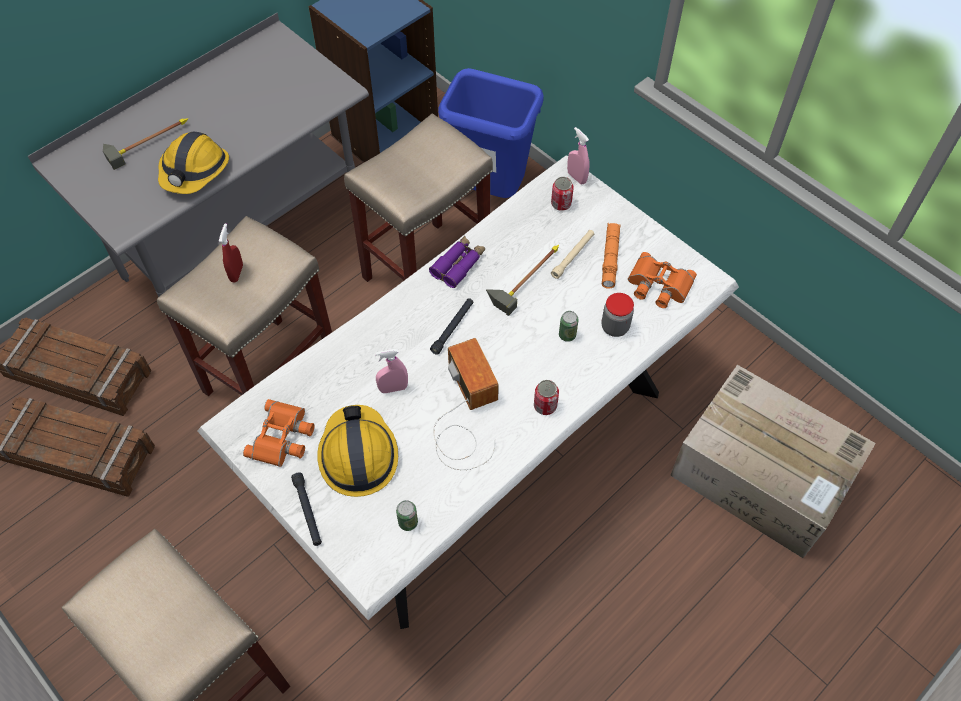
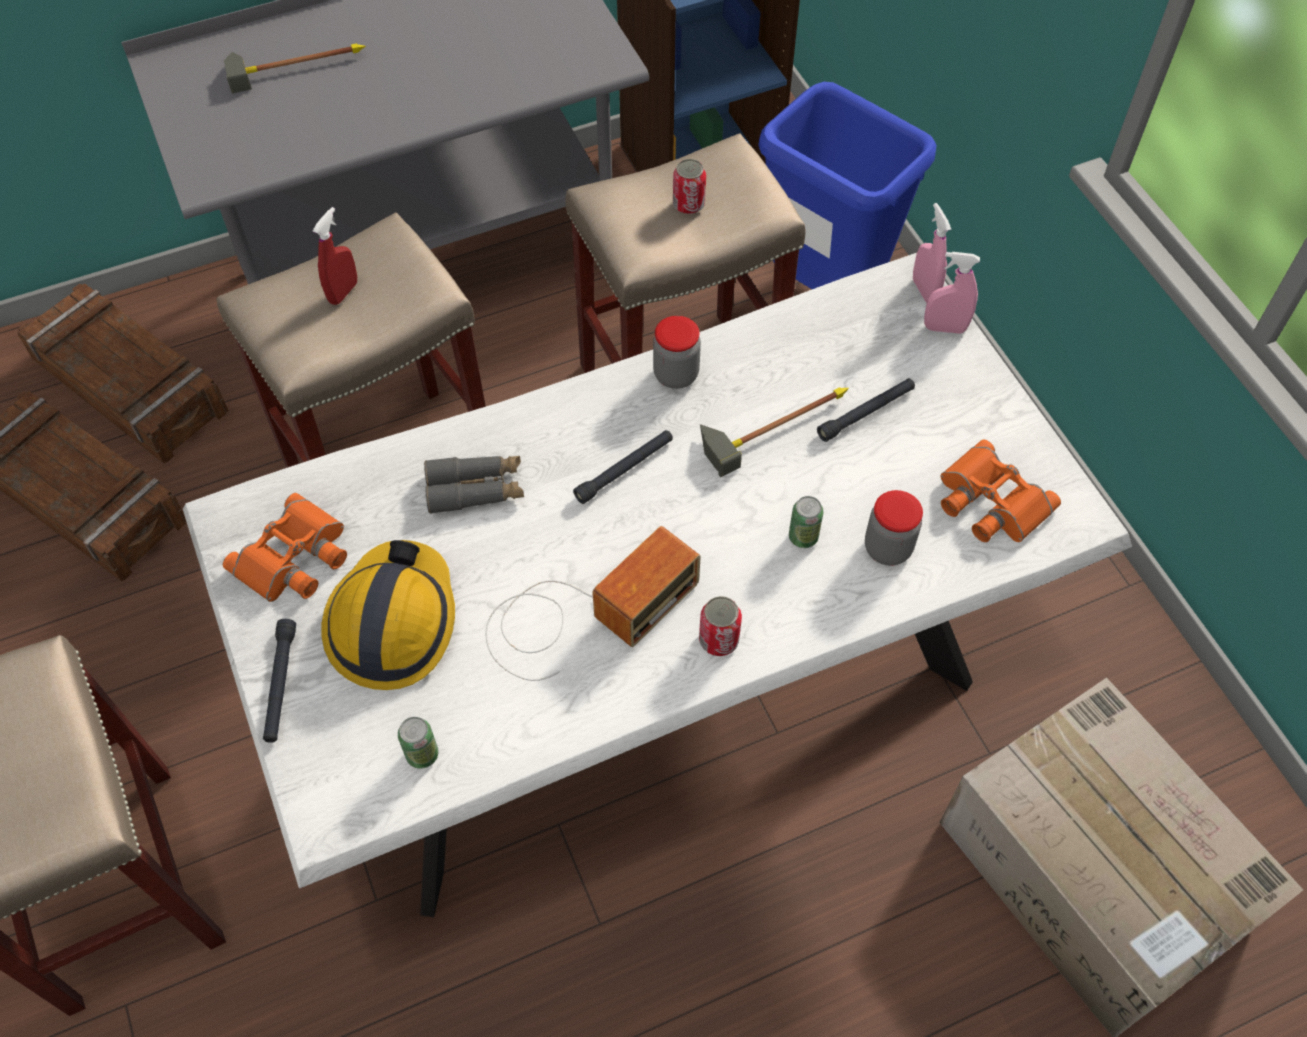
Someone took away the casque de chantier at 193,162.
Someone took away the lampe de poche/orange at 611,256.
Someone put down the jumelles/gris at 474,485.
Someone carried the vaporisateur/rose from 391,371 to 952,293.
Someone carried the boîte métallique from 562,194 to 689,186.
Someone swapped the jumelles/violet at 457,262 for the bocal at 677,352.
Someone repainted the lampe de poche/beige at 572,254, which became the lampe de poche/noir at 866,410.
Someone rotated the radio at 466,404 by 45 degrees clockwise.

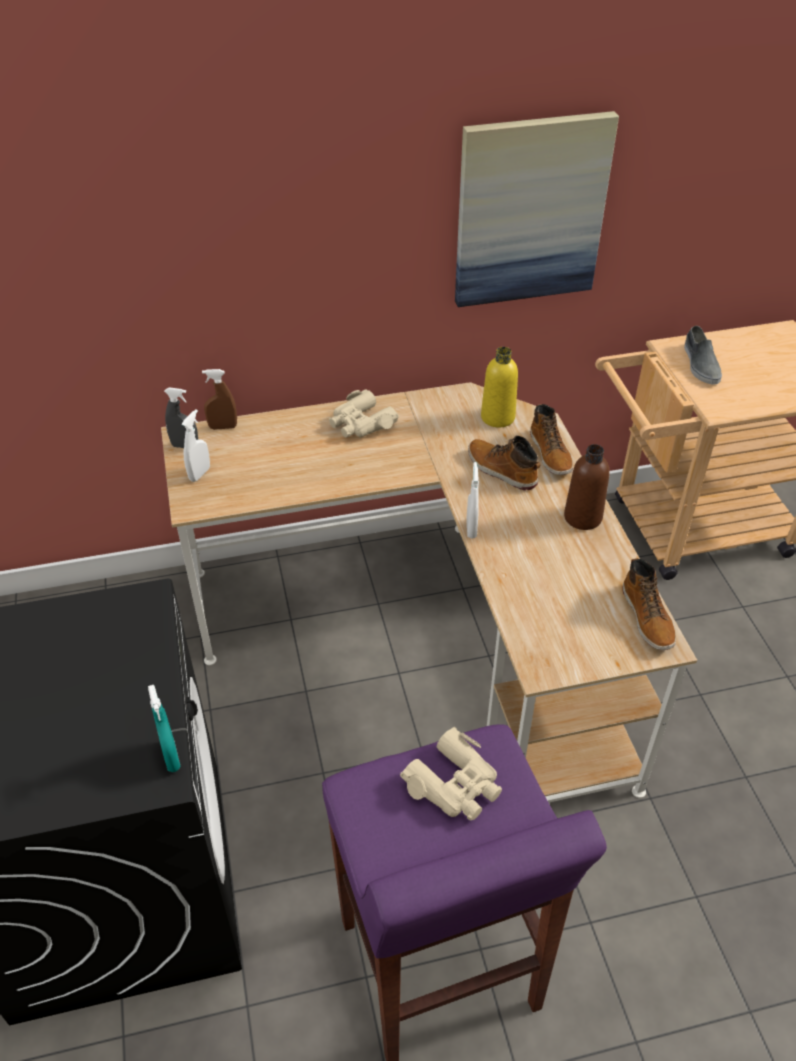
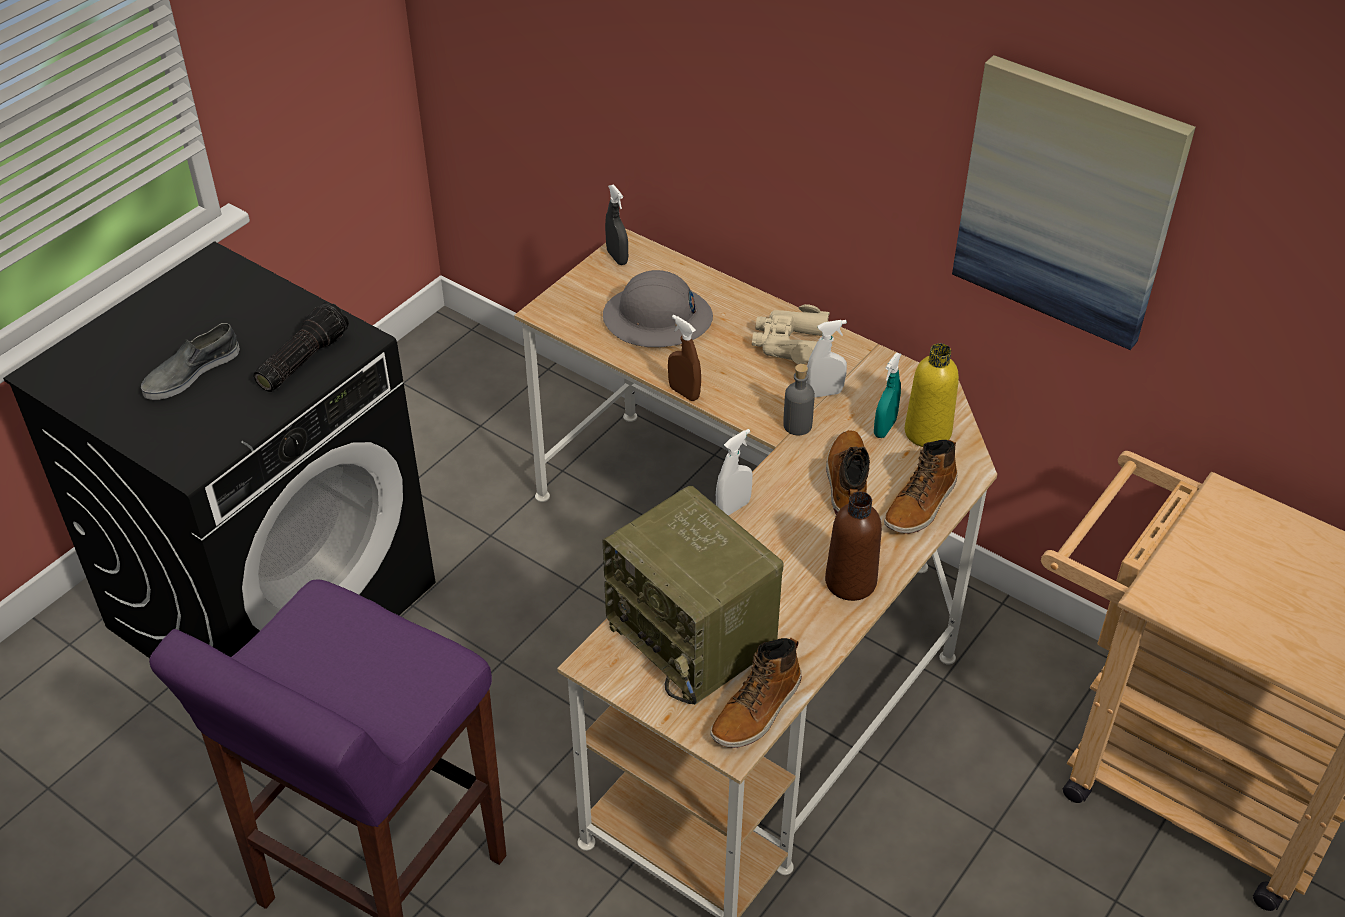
Someone took away the jumelles/beige at 451,773.
Someone put down the lampe de poche at 301,347.
Someone put down the radio at 693,595.
Someone put down the casque de chantier/gris at 658,308.
Someone put down the bouteille/gris at 799,399.
Someone carried the vaporisateur/turquoise from 164,728 to 887,395.
Someone carried the vaporisateur/blanc from 195,445 to 826,359.
Someone carried the vaporisateur/marron from 219,399 to 684,358.
Someone carried the chaussure/gris from 703,355 to 190,361.

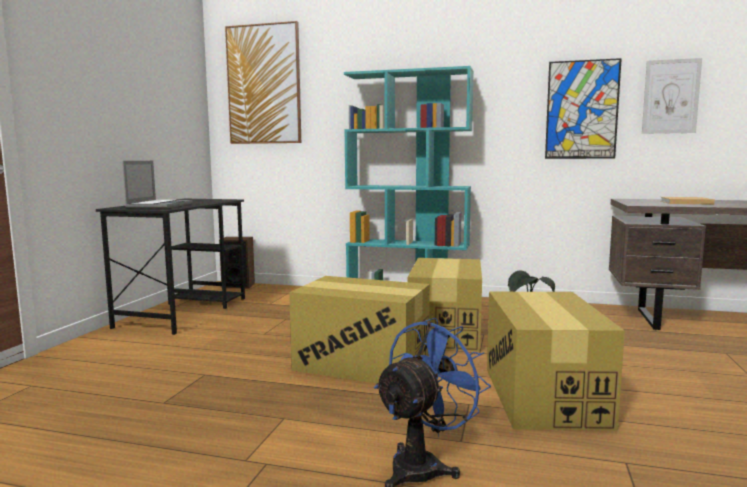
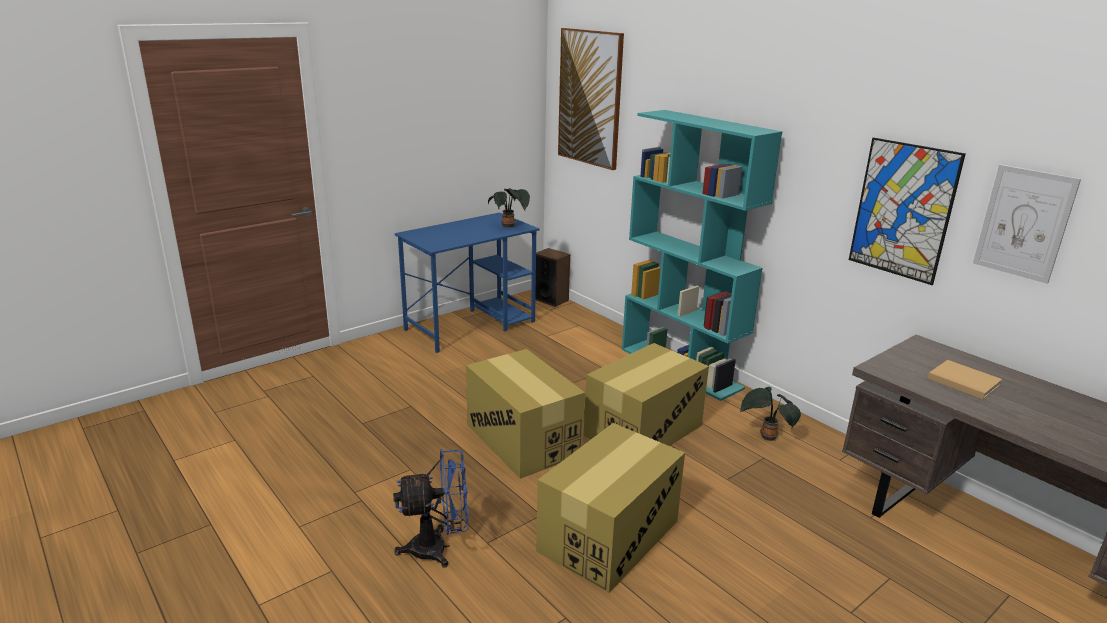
Someone took away the ordinateur portable at 157,185.
Someone put down the plante en pot at 509,208.
Someone repainted the bureau/noir at 170,267, which became the bureau/bleu at 467,282.

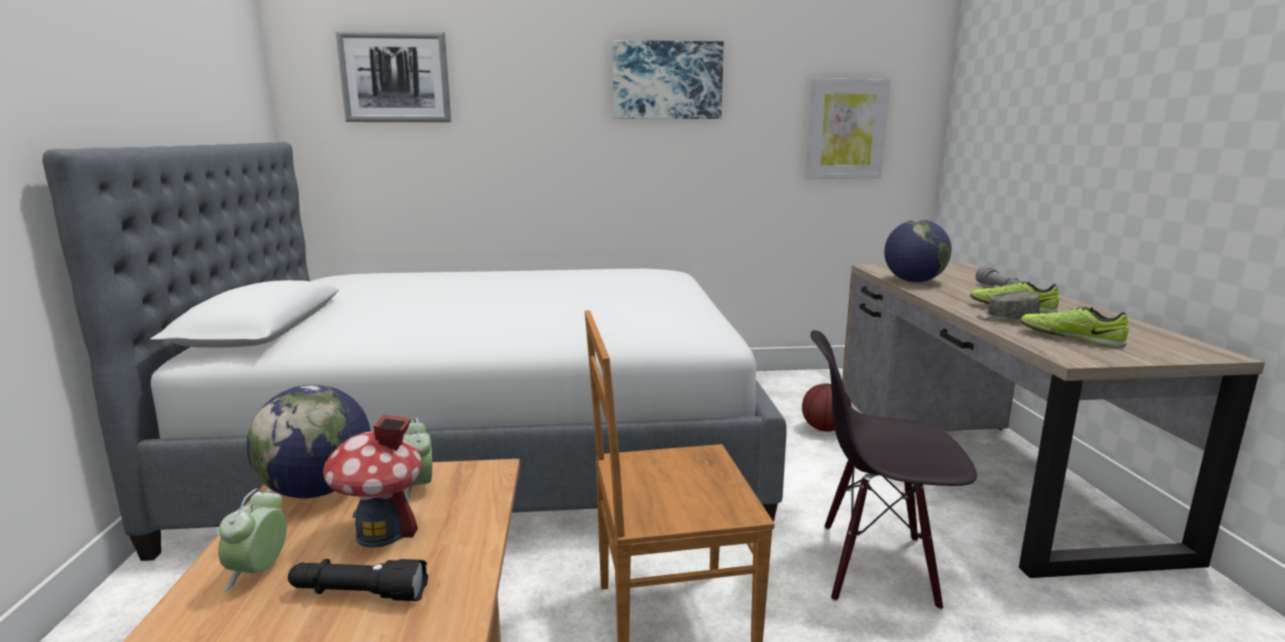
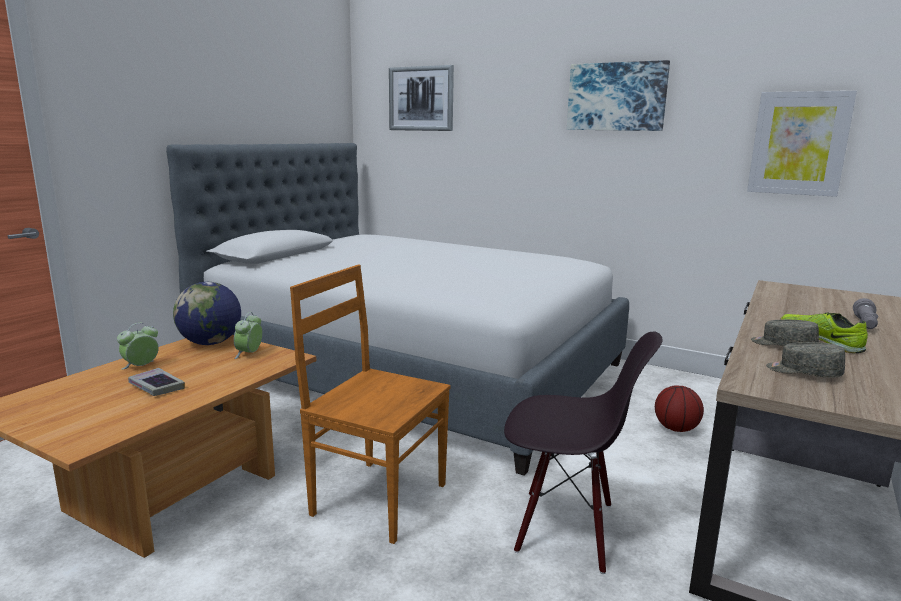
Someone took away the maison miniature at 372,481.
Someone took away the globe at 918,250.
Someone swapped the lampe de poche/noir at 358,580 for the livre at 156,382.
Someone swapped the chaussure at 1074,327 for the casquette/gris at 805,360.
Someone rotated the chaise/noir at 893,470 by 150 degrees clockwise.

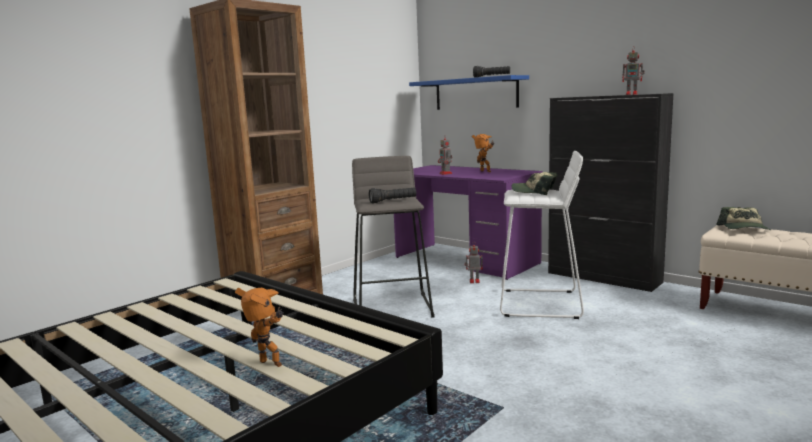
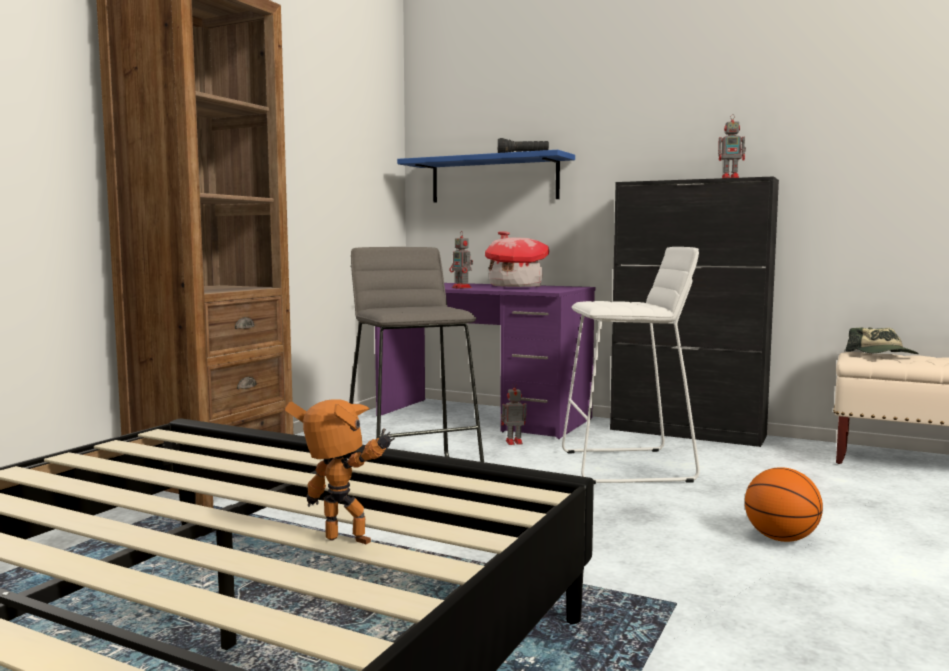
Someone took away the lampe de poche/noir at 392,195.
Someone took away the casquette at 534,183.
Someone put down the ballon de basket at 784,504.
Someone swapped the robot jouet at 483,153 for the maison miniature at 517,259.

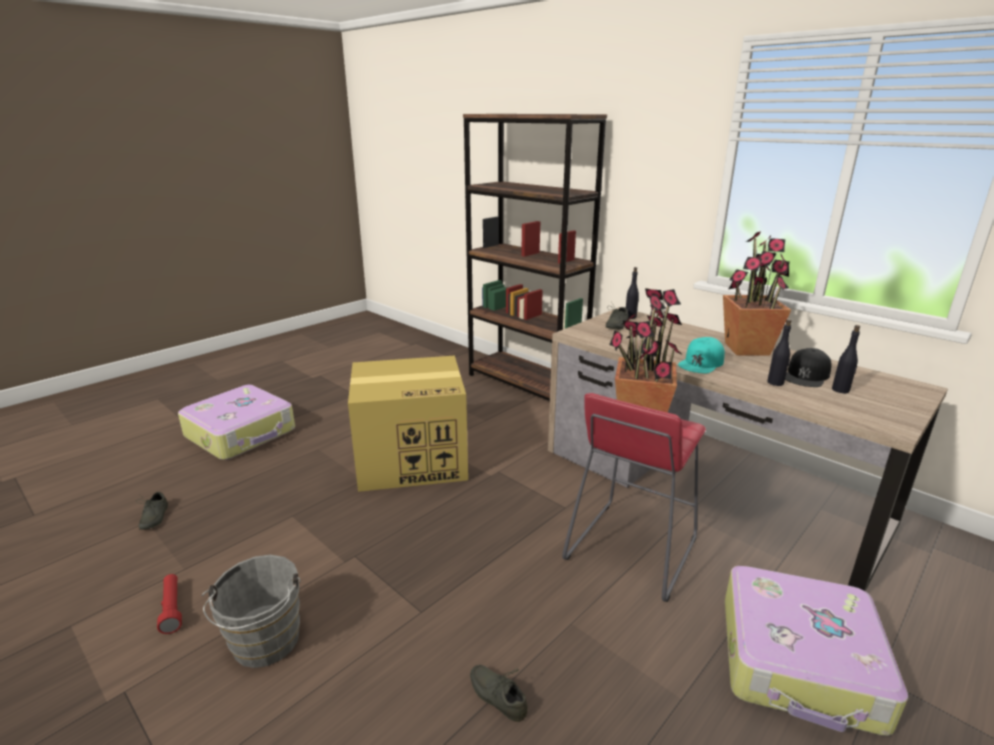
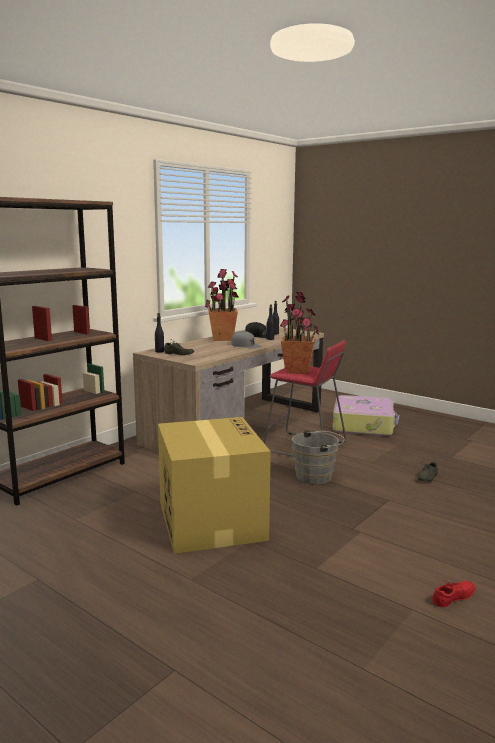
Someone took away the chaussure/gris at 152,511.
Someone took away the valise at 236,422.
Someone carried the seau/gris from 251,611 to 318,457.
Someone swapped the lampe de poche/rouge at 169,604 for the chaussure/rouge at 454,593.
Someone repainted the casquette/turquoise at 701,355, which became the casquette/gris at 246,339.

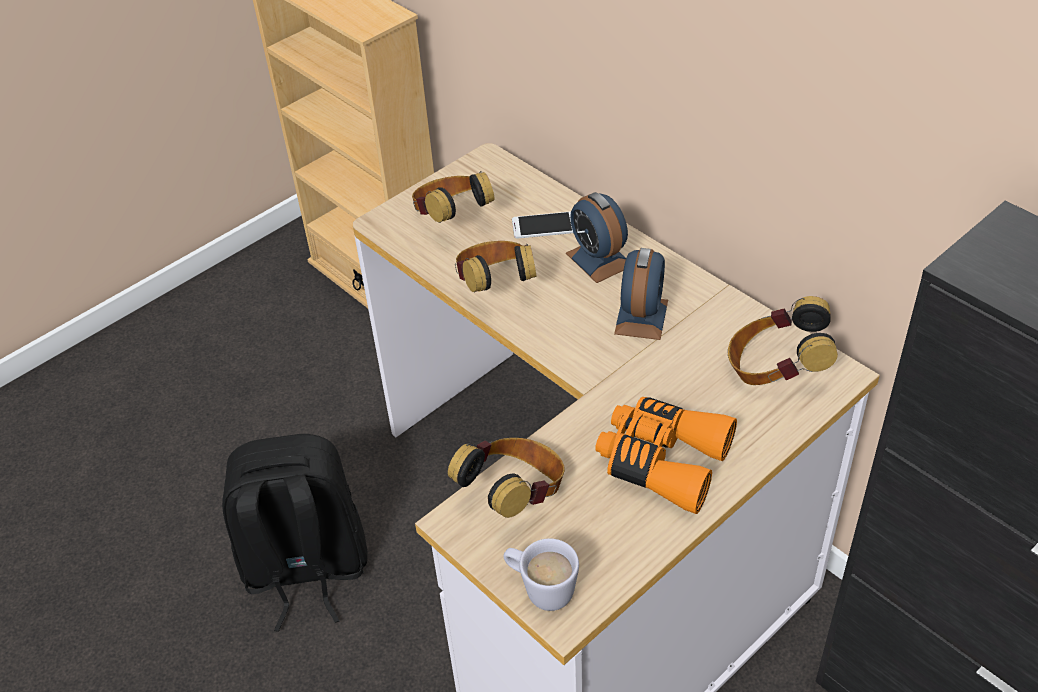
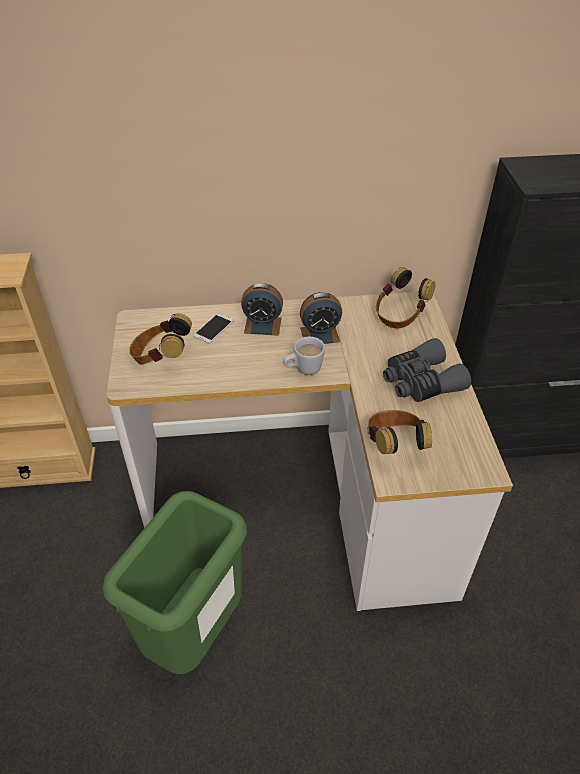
Someone took away the casque audio at 496,267.
Someone carried the mug/blanc from 541,574 to 304,356.
Someone swapped the sac à dos/noir at 295,533 for the poubelle/vert at 175,582.
Someone repainted the jumelles/orange at 666,455, which became the jumelles/gris at 427,370.
Someone rotated the réveil at 641,294 by 120 degrees clockwise.

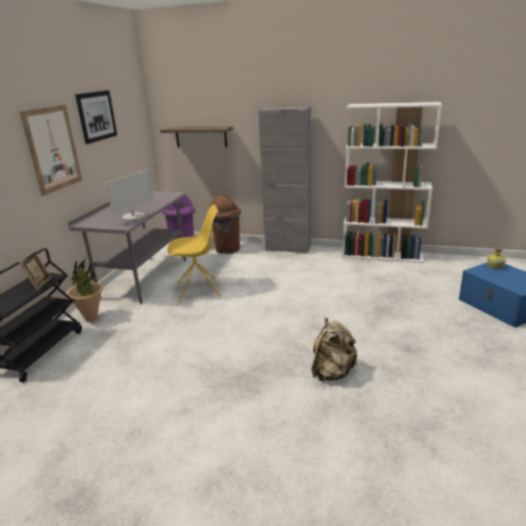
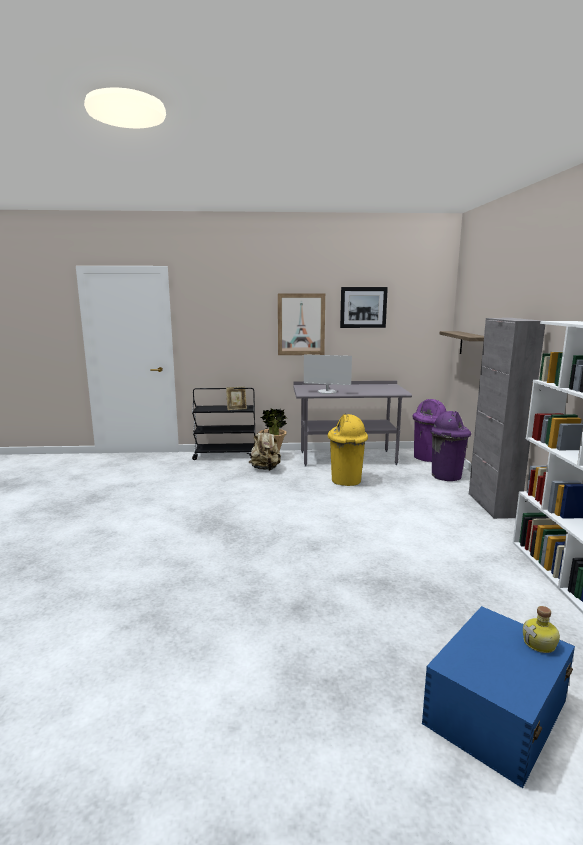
Someone carried the sac à dos/beige from 334,349 to 265,449.
Someone swapped the chaise/jaune at 194,253 for the poubelle/jaune at 348,450.
Someone repainted the poubelle/marron at 225,224, which became the poubelle/violet at 450,446.

